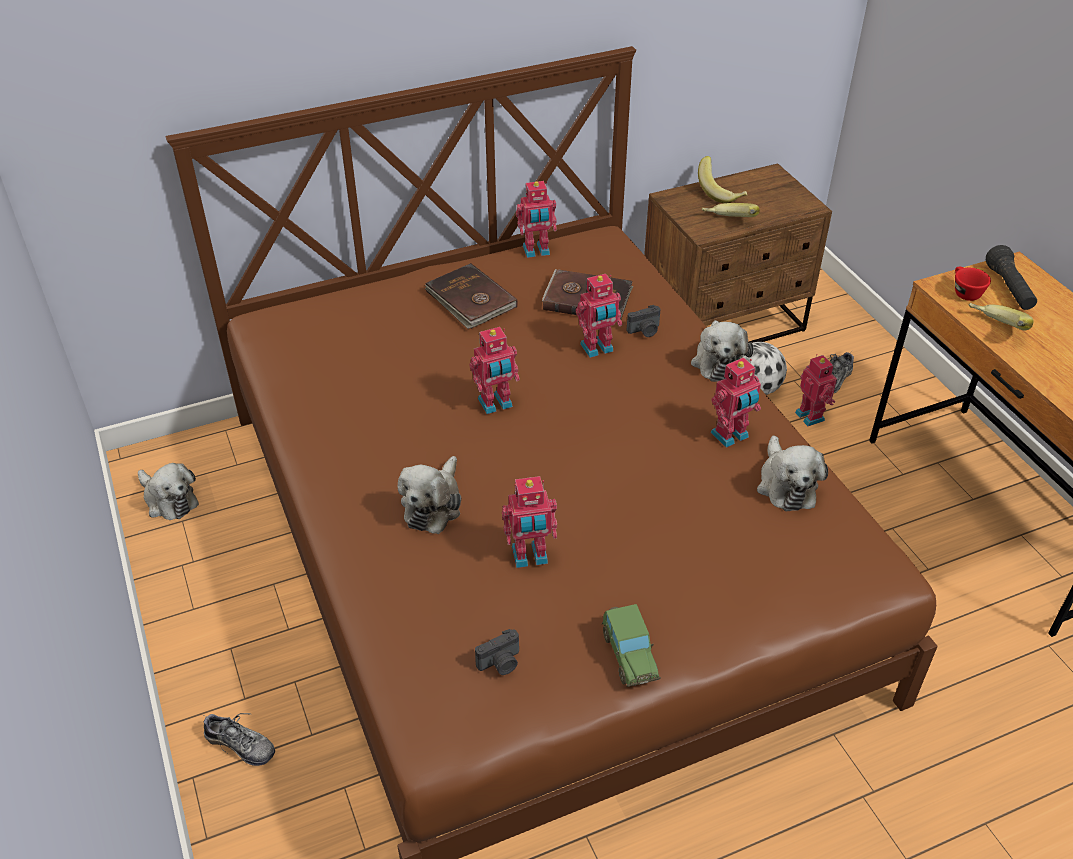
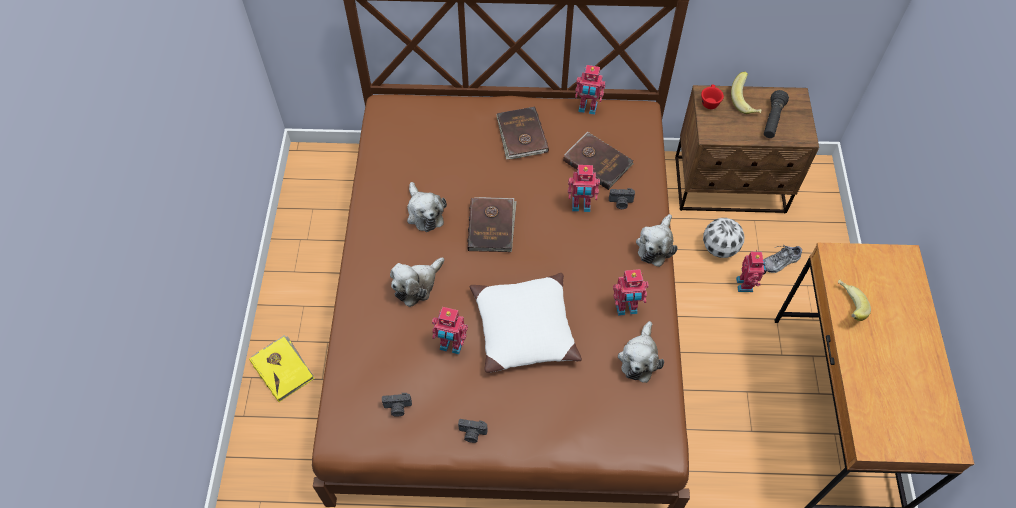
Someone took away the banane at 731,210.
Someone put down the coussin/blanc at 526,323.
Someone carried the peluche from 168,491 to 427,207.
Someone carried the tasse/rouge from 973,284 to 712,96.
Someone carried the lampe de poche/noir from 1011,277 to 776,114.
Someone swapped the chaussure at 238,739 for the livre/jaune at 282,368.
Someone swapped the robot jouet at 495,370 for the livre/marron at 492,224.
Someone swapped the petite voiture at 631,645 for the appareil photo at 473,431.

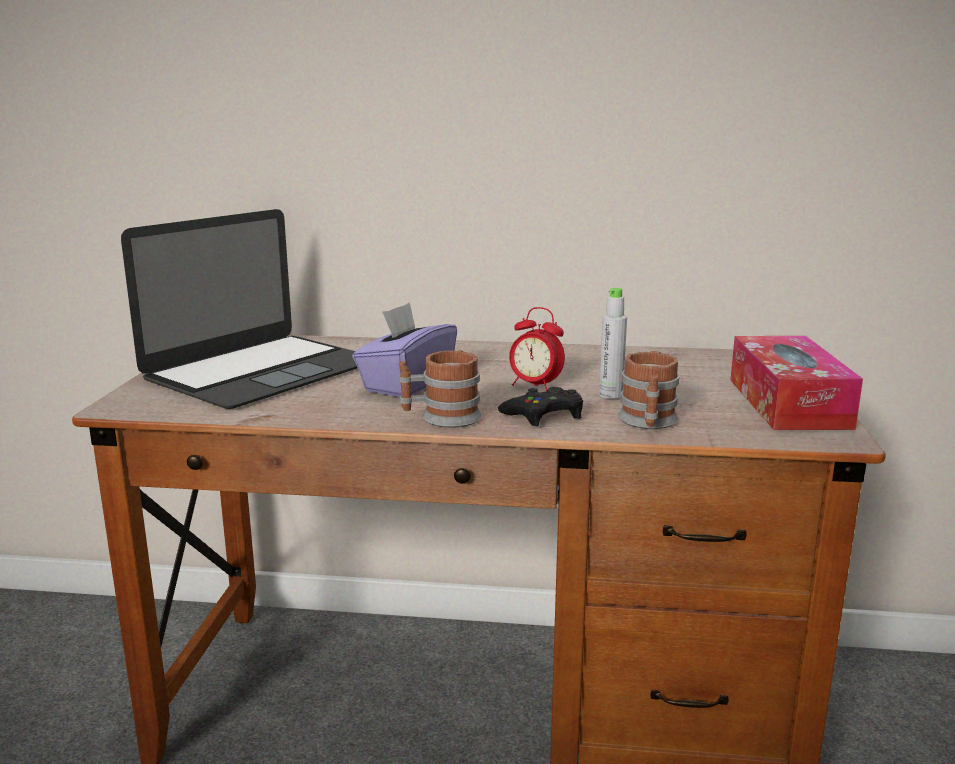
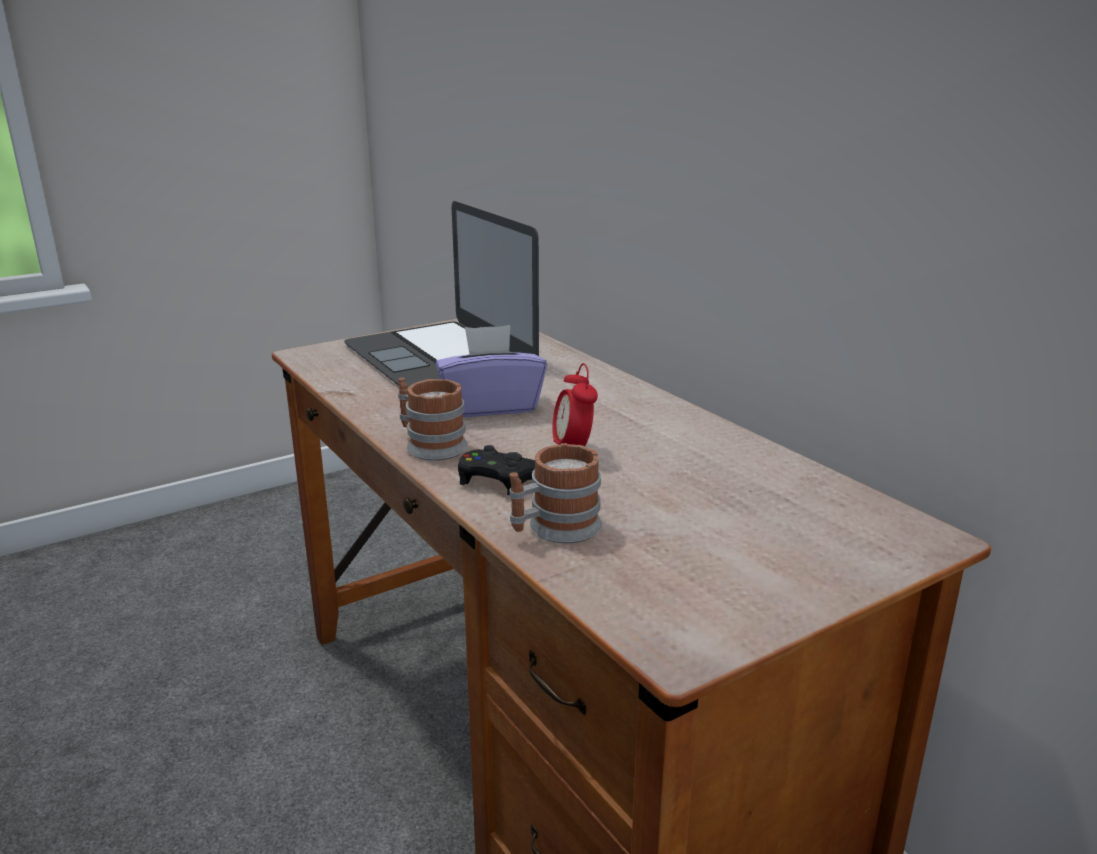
Someone took away the bouteille/gris at 613,343.
Someone took away the boîte à mouchoirs at 796,383.
Someone rotated the ordinateur portable at 239,309 by 60 degrees clockwise.

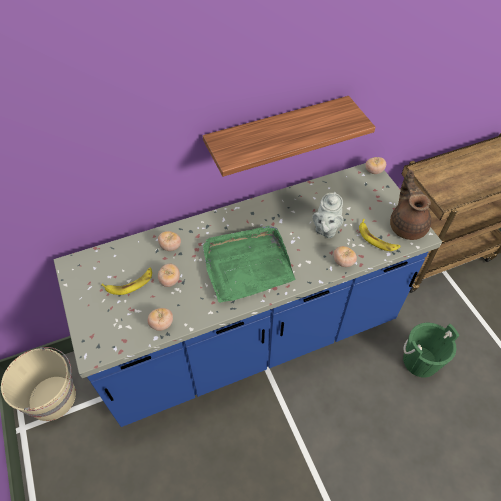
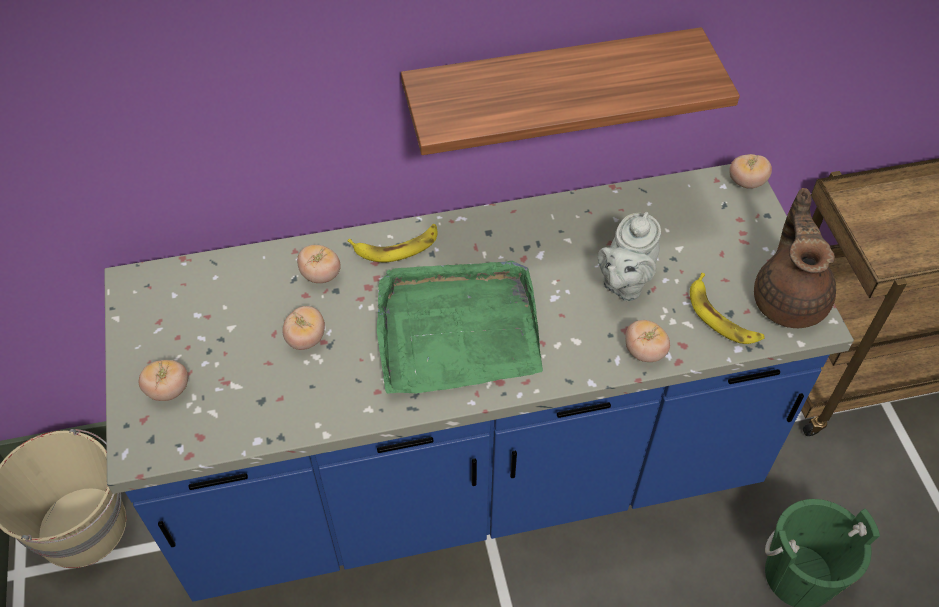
Someone carried the banane from 126,281 to 393,243.
Someone carried the tomate from 160,319 to 163,380.

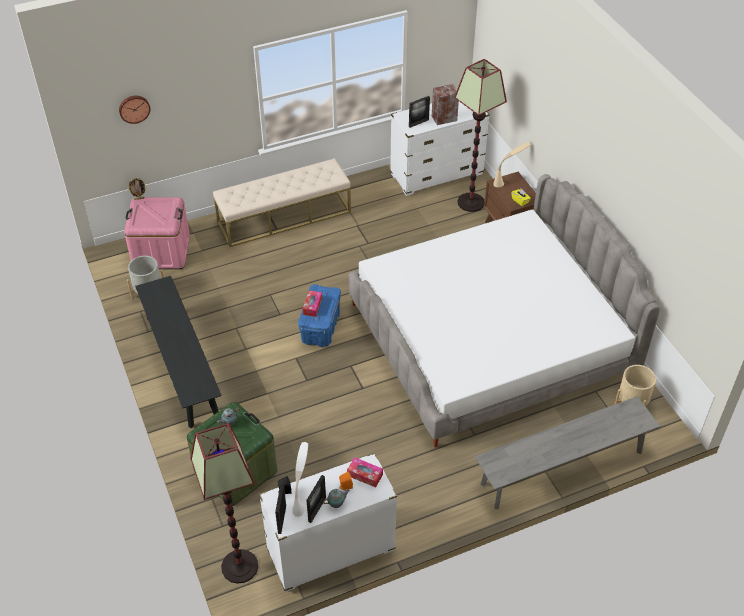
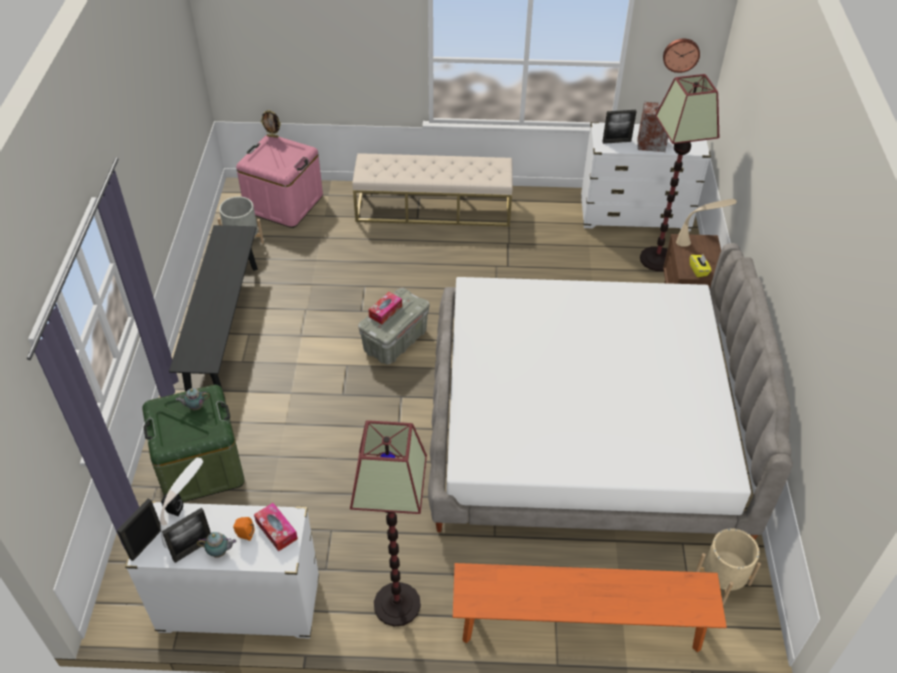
Someone carried the horloge murale from 134,110 to 681,56.
Someone carried the lampadaire from 224,503 to 388,523.
Someone repainted the boîte de rangement/bleu at 319,315, which became the boîte de rangement/gris at 393,326.
Someone repainted the banc/gris at 567,452, which became the banc/orange at 590,607.

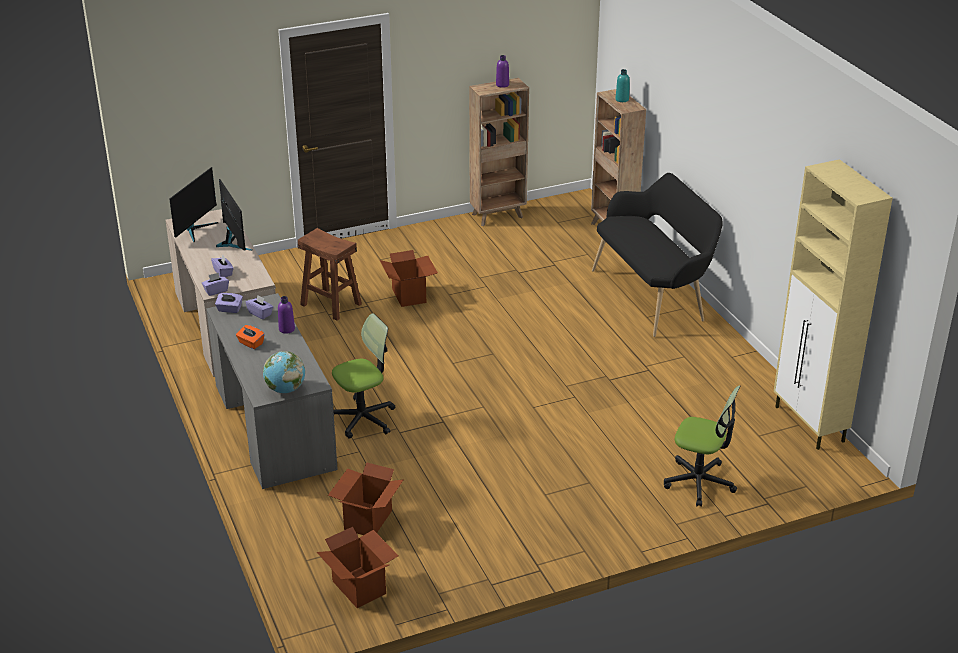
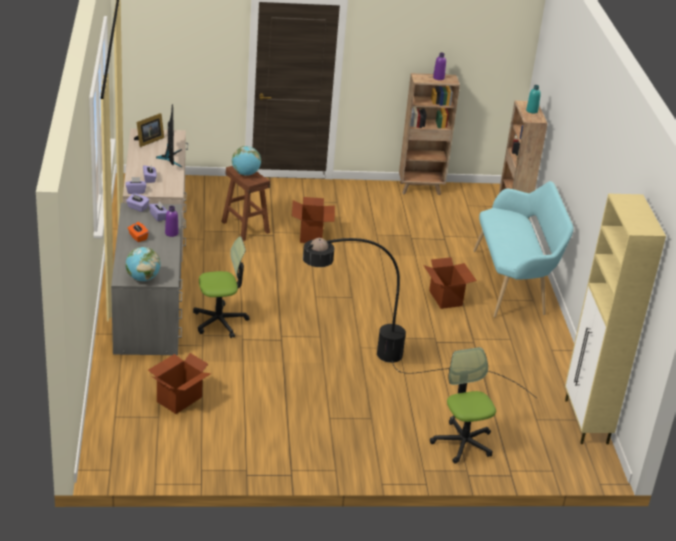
Someone put down the globe at 246,161.
Someone put down the lampadaire/noir at 419,318.
Someone carried the carton from 358,567 to 450,283.
Someone swapped the écran d'ordinateur at 193,204 for the cadre photo at 149,130.
Someone repainted the banc/noir at 657,255, which became the banc/turquoise at 523,249.
Someone rotated the chaise de bureau at 702,446 by 150 degrees counterclockwise.

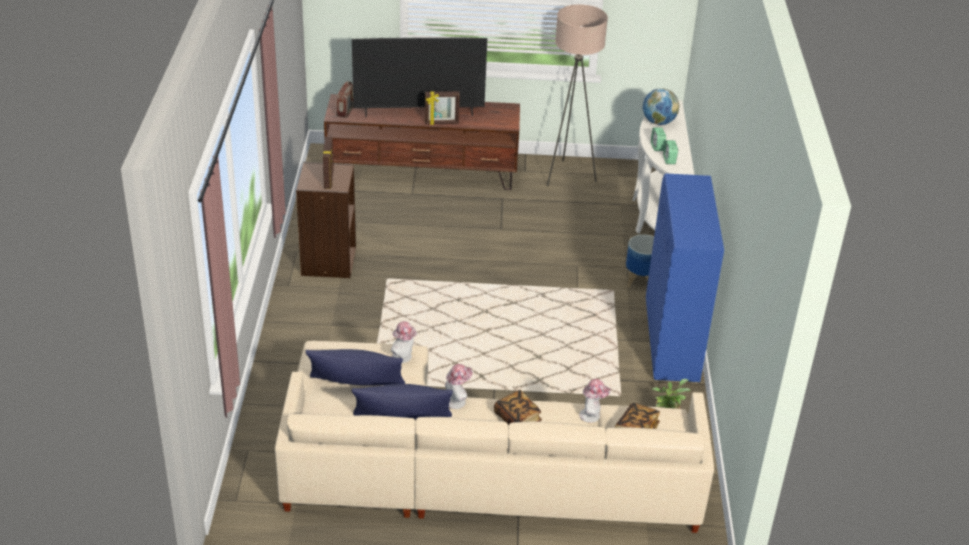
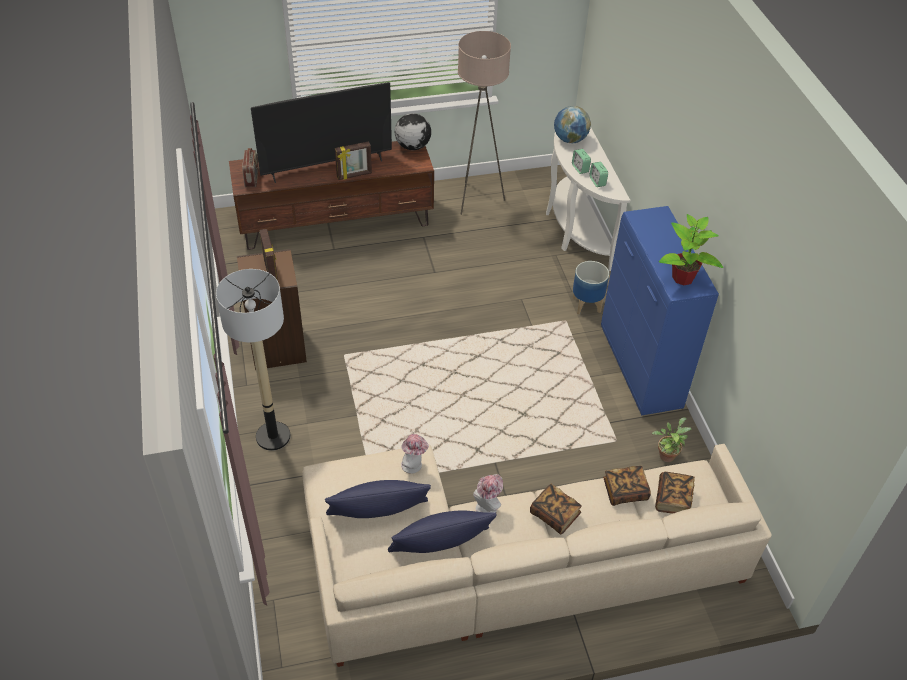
Someone put down the lampadaire at 253,360.
Someone put down the globe at 413,131.
Someone put down the plante en pot at 691,249.
Someone swapped the chapeau at 595,401 for the livre at 627,486.

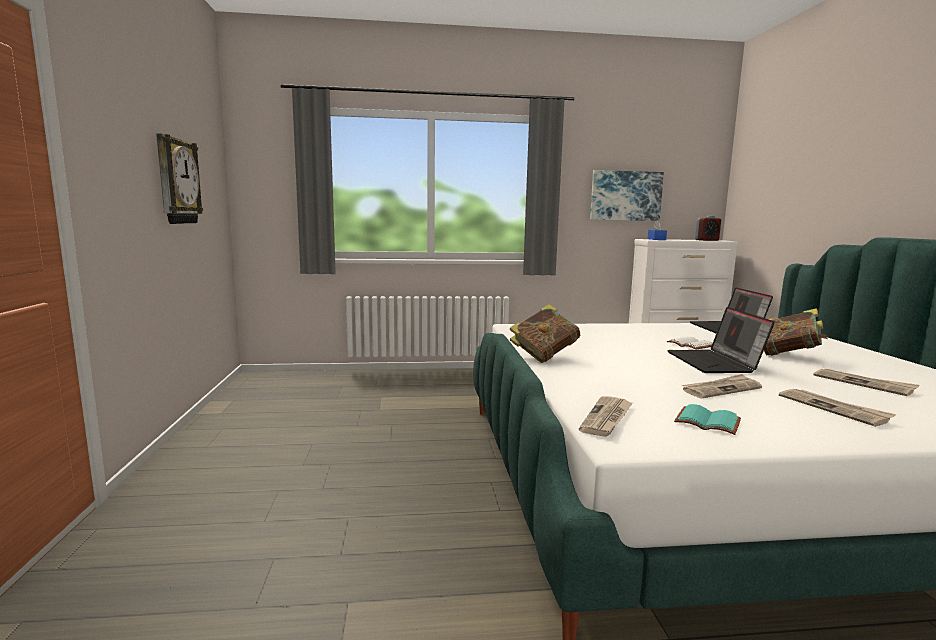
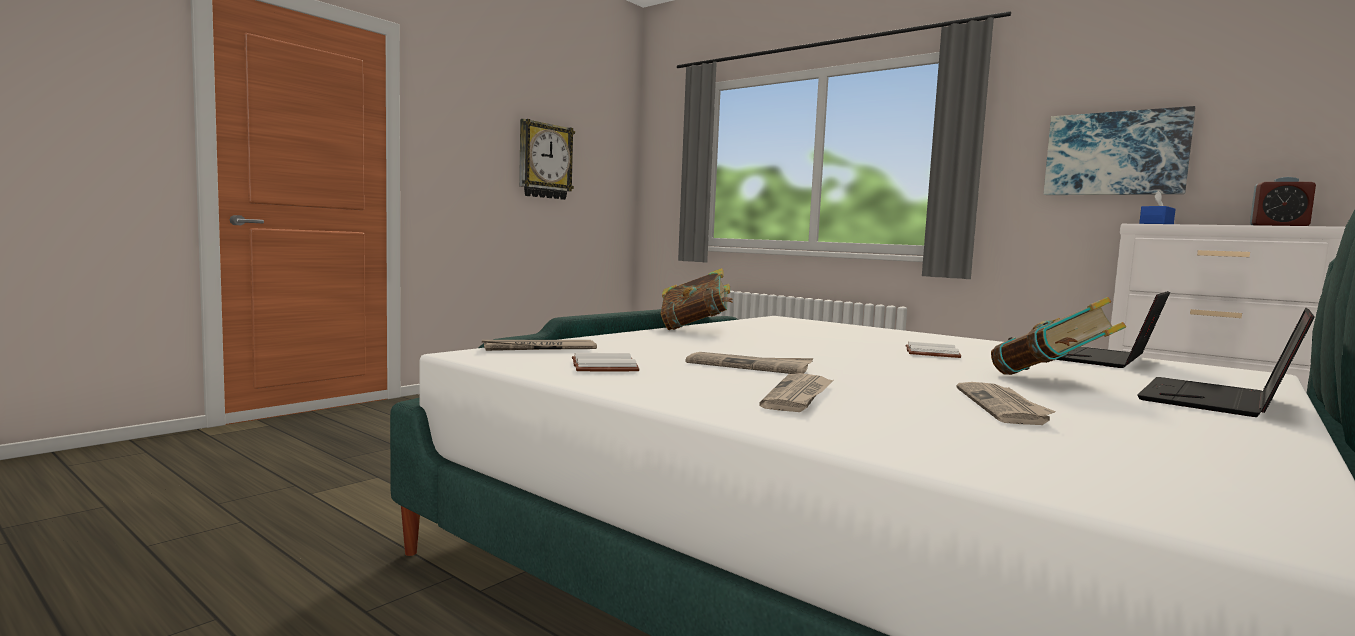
Someone carried the ordinateur portable from 721,340 to 1226,362.
Someone repainted the livre/turquoise at 707,419, which became the livre/blanc at 606,362.

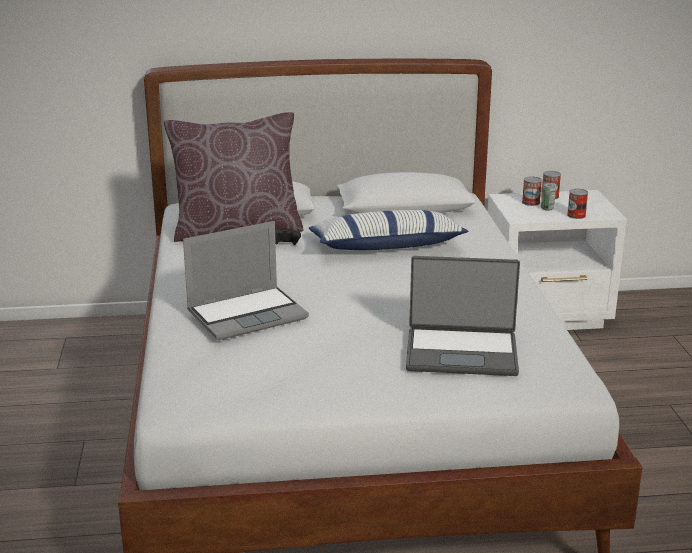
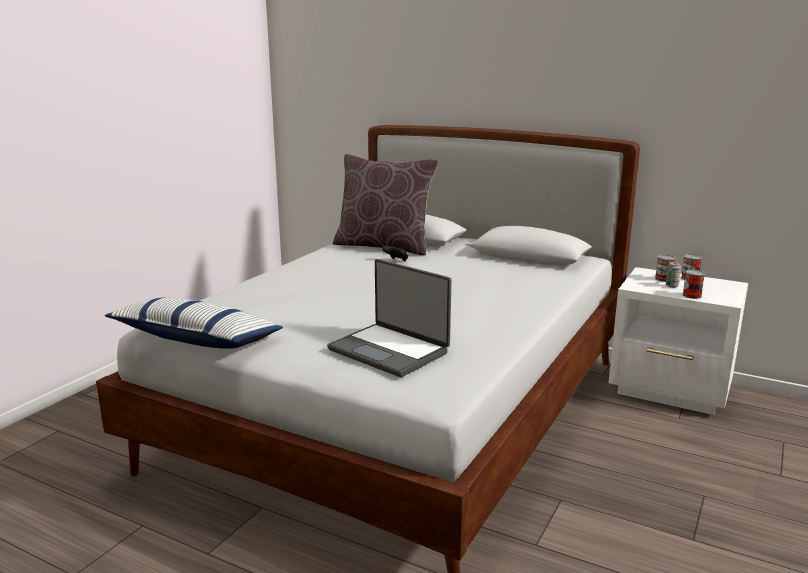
Someone took away the ordinateur portable at 246,280.
Someone carried the coussin from 388,230 to 194,322.

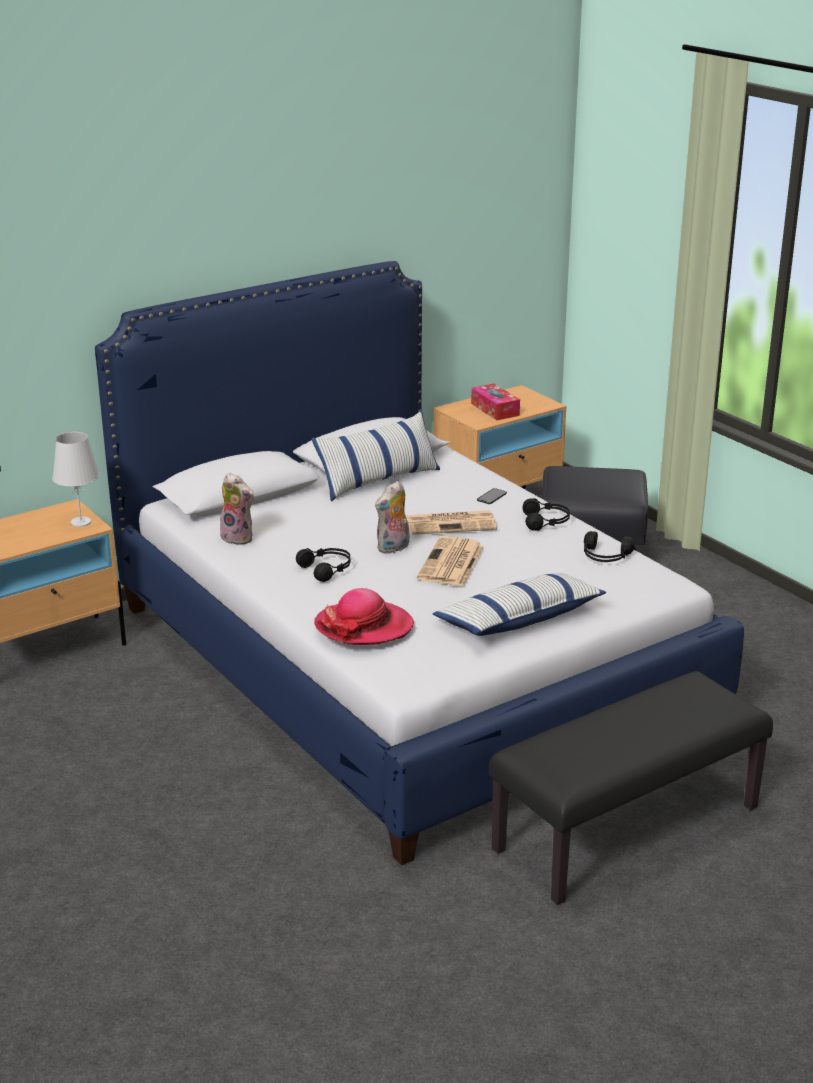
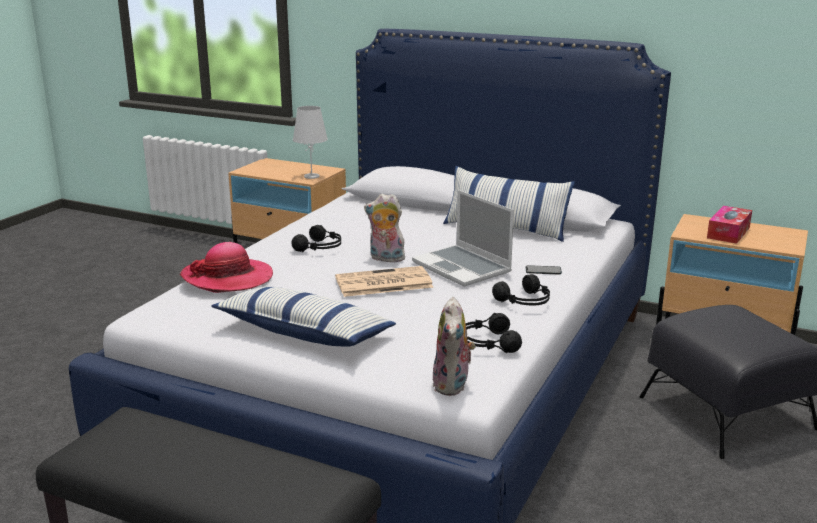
Someone carried the peluche from 237,509 to 453,346.
Someone swapped the journal at 452,523 for the ordinateur portable at 463,238.

